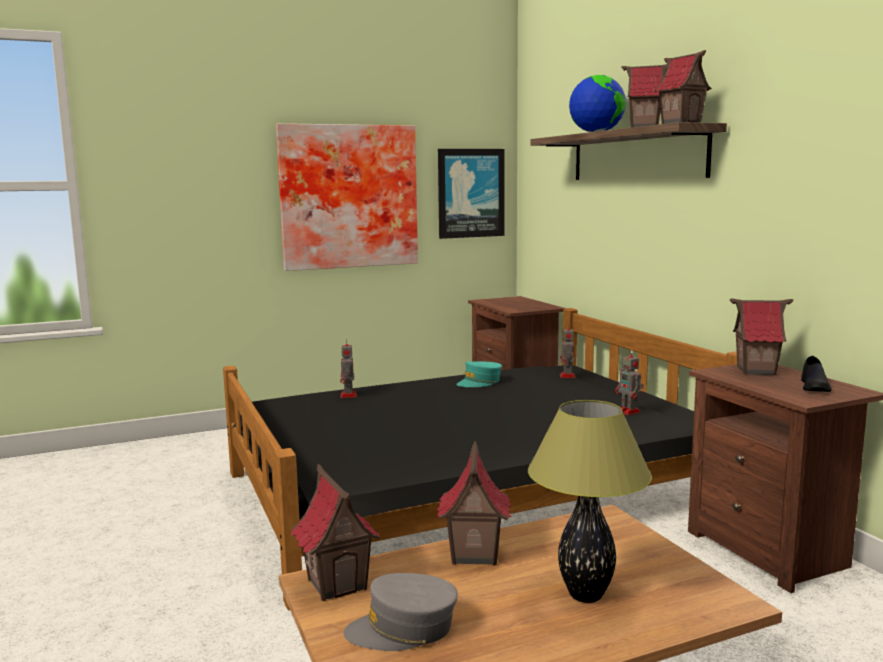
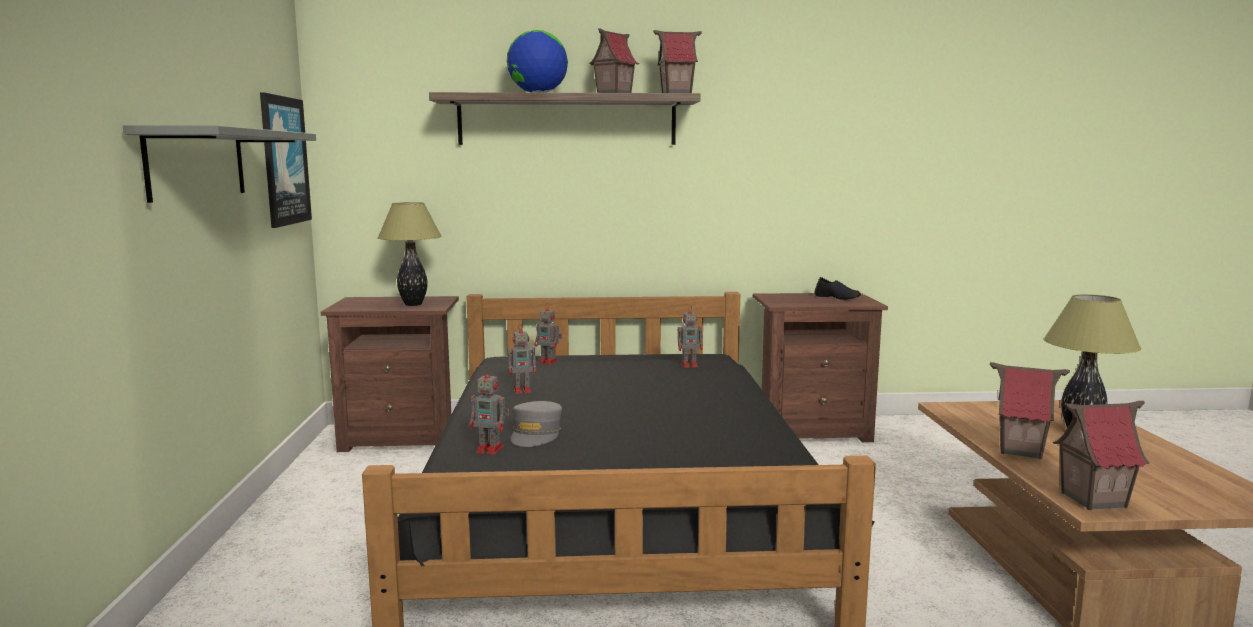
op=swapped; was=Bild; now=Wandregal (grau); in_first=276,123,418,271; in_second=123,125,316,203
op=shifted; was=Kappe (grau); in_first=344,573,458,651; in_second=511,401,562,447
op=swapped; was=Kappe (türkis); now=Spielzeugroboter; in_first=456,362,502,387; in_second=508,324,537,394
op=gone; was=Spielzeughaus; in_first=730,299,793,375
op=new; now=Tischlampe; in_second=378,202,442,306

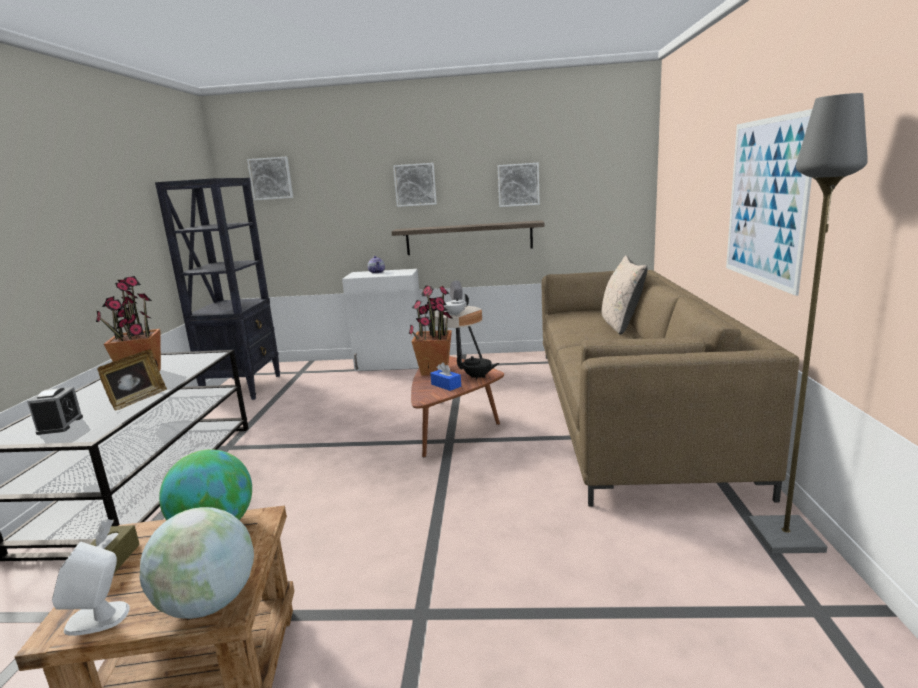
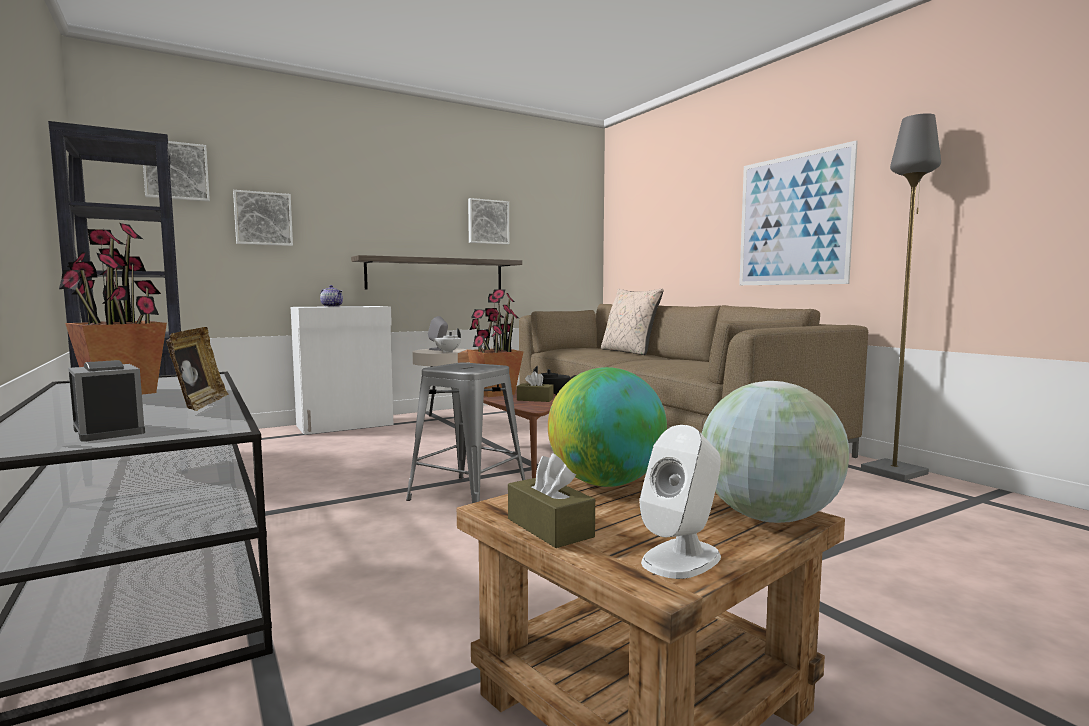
op=shifted; was=Bild; in_first=393,163,437,207; in_second=233,190,293,246
op=repainted; was=Taschentuchbox (blau); now=Taschentuchbox (braun); in_first=430,362,461,391; in_second=517,371,554,402
op=new; now=Hocker (grau); in_second=406,363,525,503

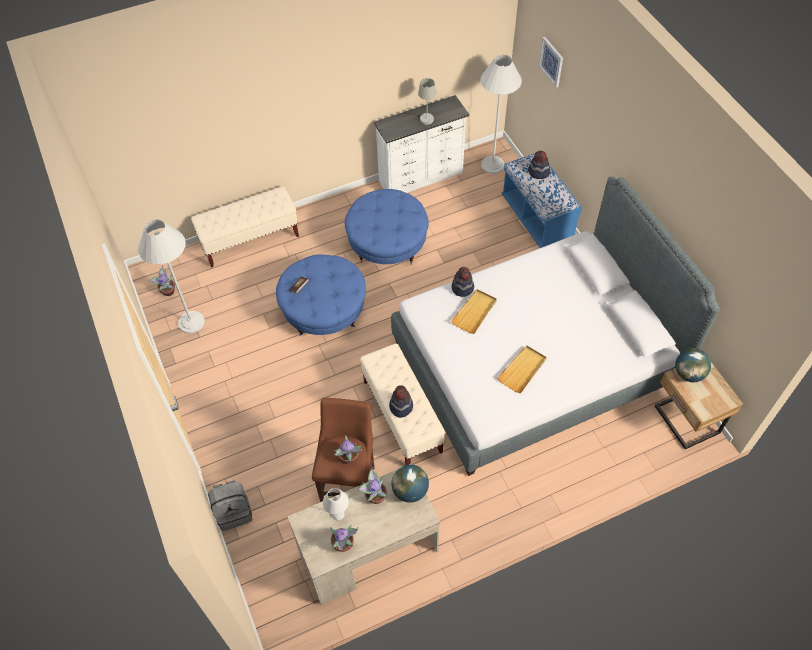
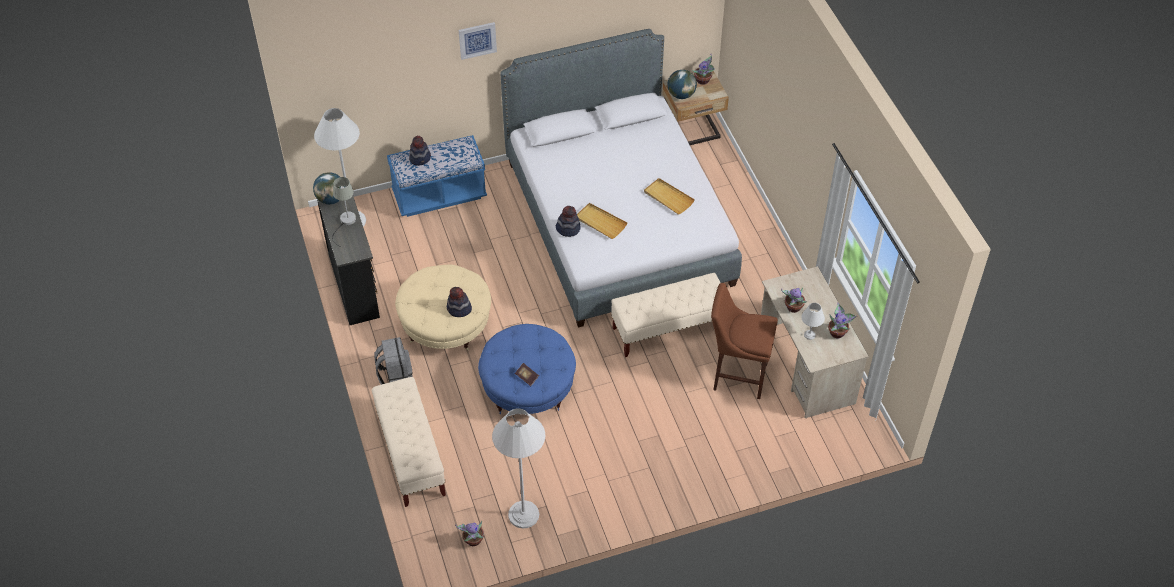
op=shifted; was=Rucksack (grau); in_first=208,480,253,531; in_second=374,337,412,385
op=shifted; was=Topfpflanze; in_first=334,435,362,464; in_second=692,54,715,85
op=repainted; was=Polsterhocker (blau); now=Polsterhocker (beige); in_first=345,189,429,265; in_second=395,265,491,350
op=repainted; was=Kommode (weiß); now=Kommode (schwarz); in_first=374,95,469,193; in_second=317,186,380,325
op=shifted; was=Hut; in_first=389,385,413,418; in_second=447,287,472,317
op=shifted; was=Globus; in_first=392,465,429,503; in_second=313,172,345,204
op=shifted; was=Bild; in_first=539,37,563,87; in_second=459,22,497,60

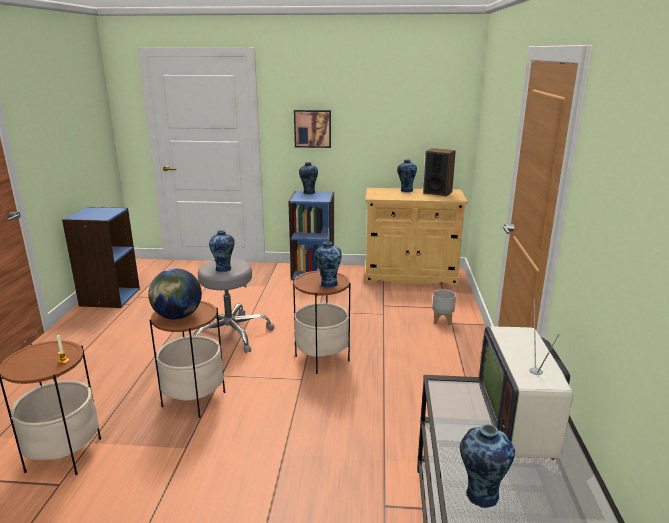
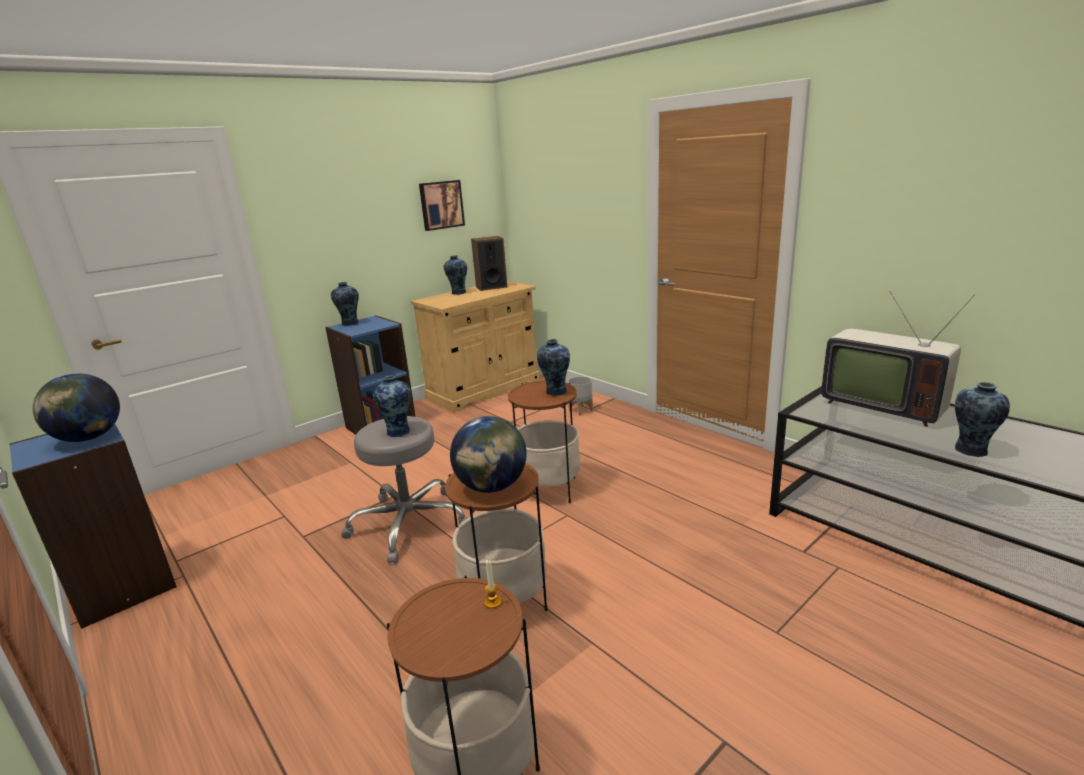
op=shifted; was=Bild; in_first=294,110,331,148; in_second=419,180,465,231
op=new; now=Globus; in_second=33,373,120,442

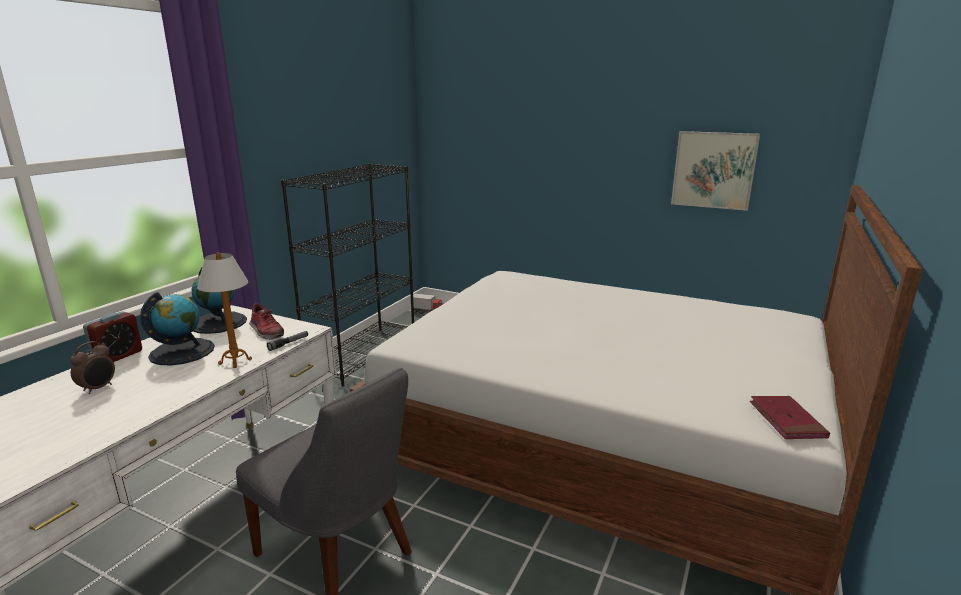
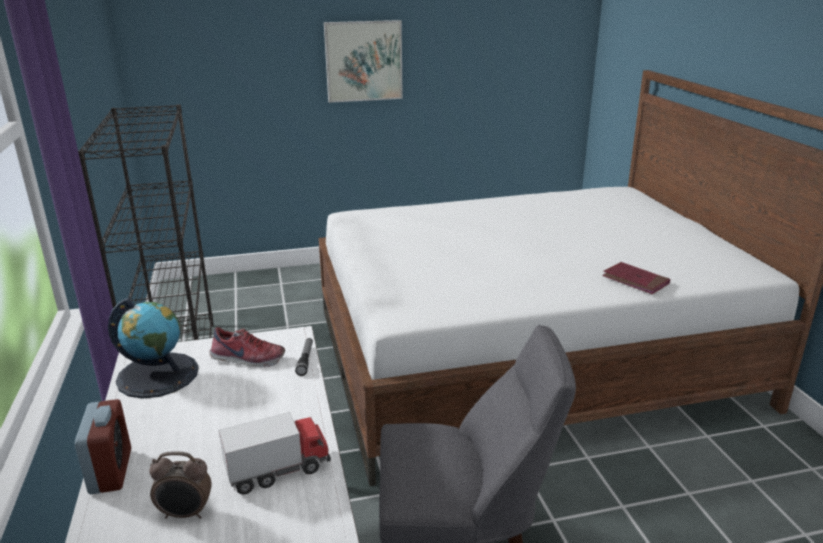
op=rotated; was=Wecker; in_first=70,341,115,394; in_second=149,452,212,519; clockwise=105
op=gone; was=Globus; in_first=140,292,215,365
op=gone; was=Tischlampe; in_first=197,252,252,368
op=shifted; was=Spielzeuglaster; in_first=410,293,443,314; in_second=219,412,331,495
op=shifted; was=Bild; in_first=671,131,760,211; in_second=324,20,403,103
op=shifted; was=Buch (rot); in_first=750,396,830,439; in_second=602,262,671,294

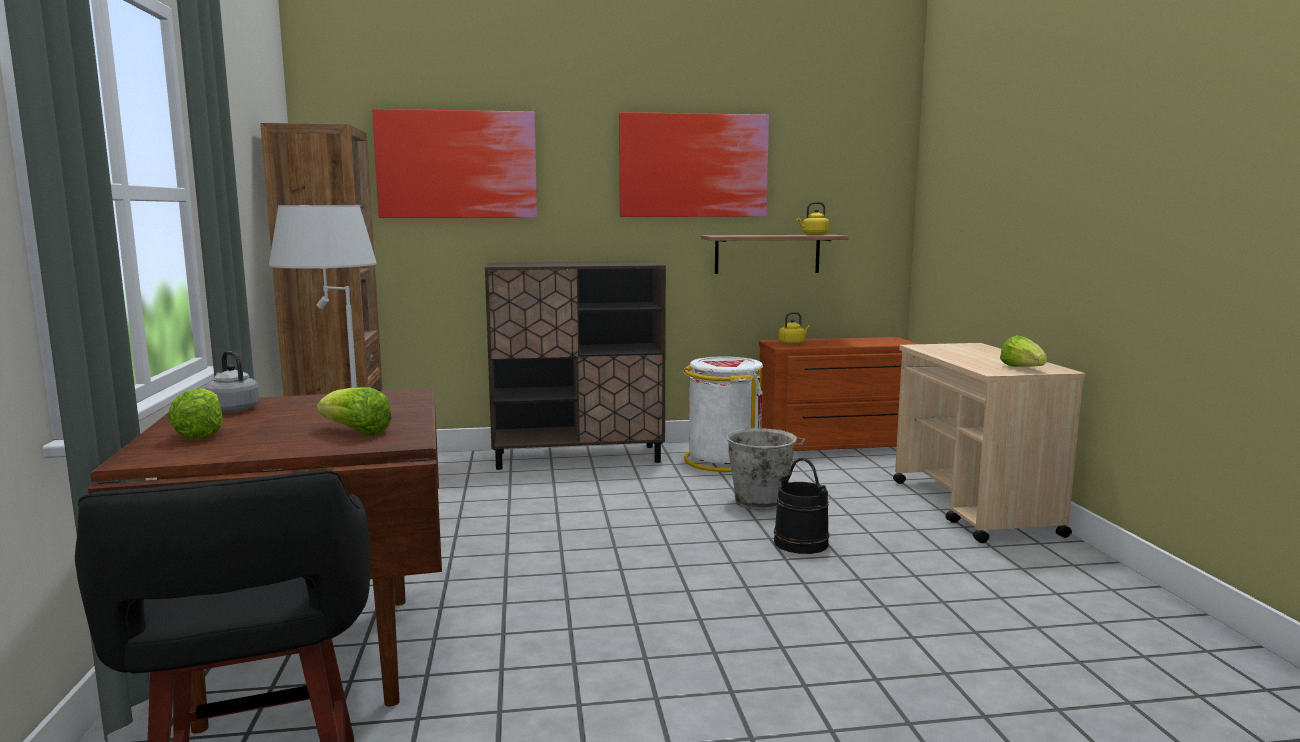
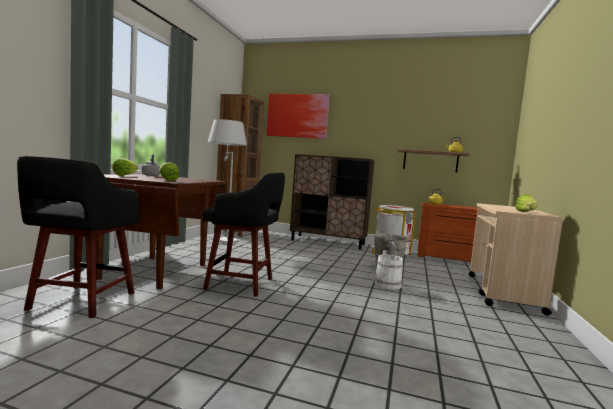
op=gone; was=Bild; in_first=619,112,769,217
op=repainted; was=Eimer (schwarz); now=Eimer (weiß); in_first=774,458,829,554; in_second=374,242,403,290
op=new; now=Hocker (schwarz); in_second=203,173,285,297

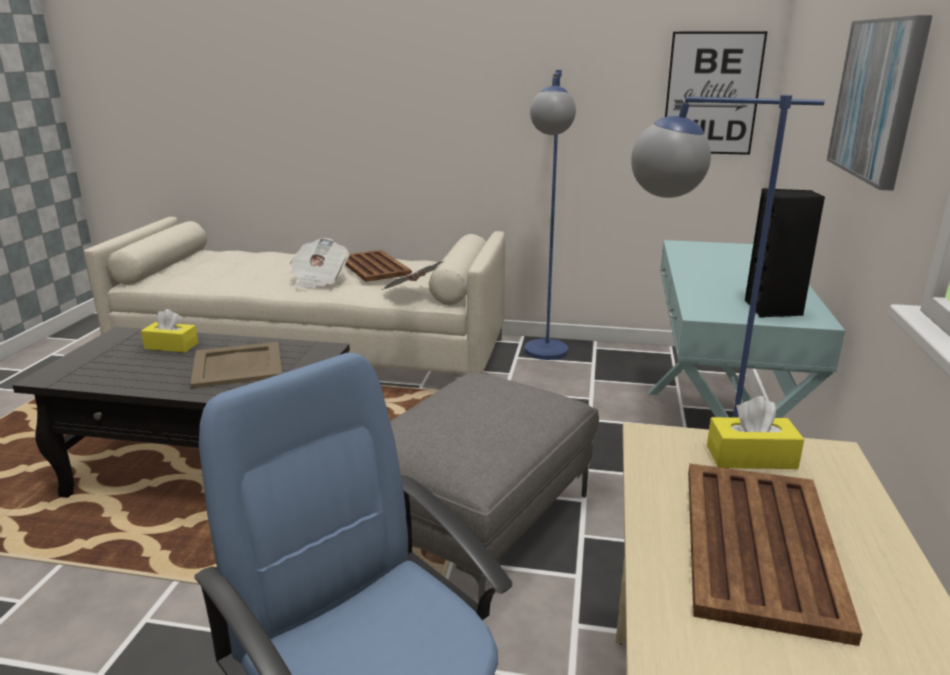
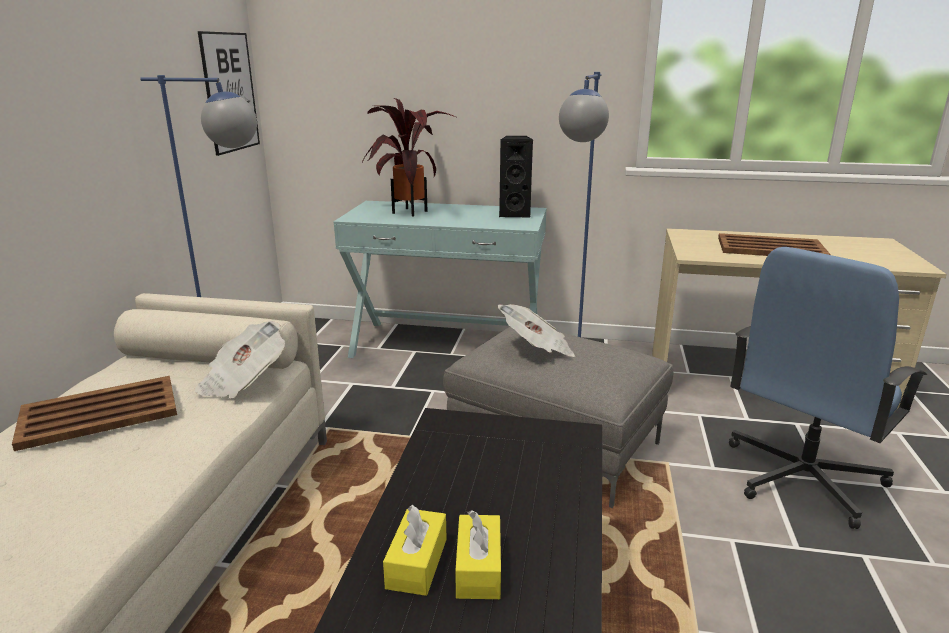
op=gone; was=Tablett (beige); in_first=191,342,282,389
op=shifted; was=Zeitung; in_first=290,238,349,289; in_second=498,304,575,357
op=shifted; was=Taschentuchbox (gelb); in_first=707,396,804,469; in_second=455,510,501,599
op=gone; was=Bild; in_first=827,15,933,190
op=new; now=Topfpflanze; in_second=362,98,456,217

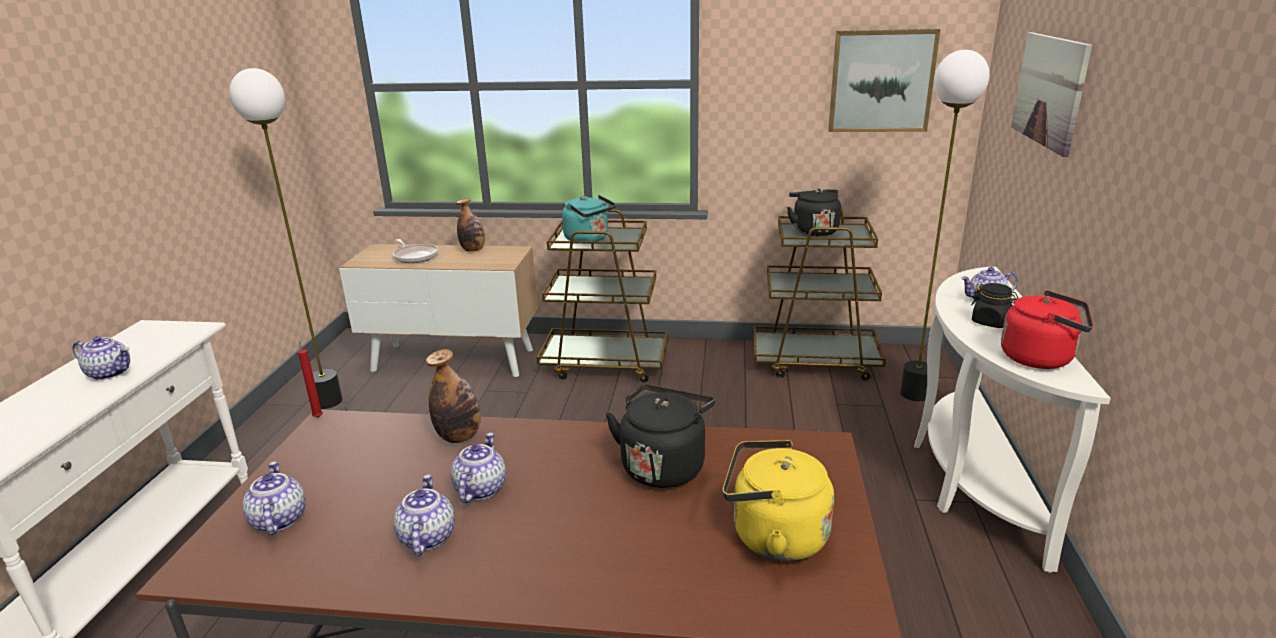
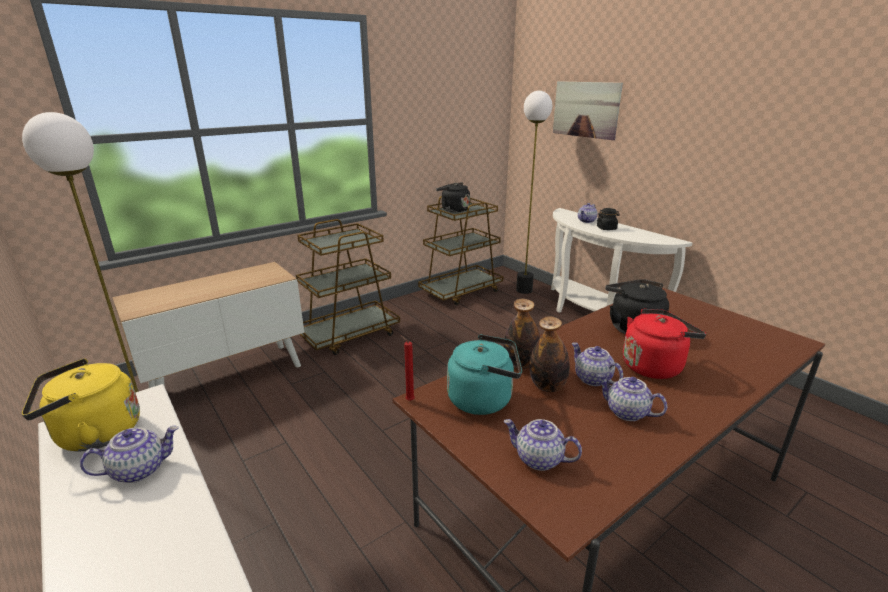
op=gone; was=Pfanne; in_first=393,239,438,263
op=shifted; was=Flasche; in_first=456,198,485,252; in_second=530,316,570,392
op=shifted; was=Wasserkessel (türkis); in_first=562,195,616,241; in_second=447,334,522,415
op=shifted; was=Wasserkessel (gelb); in_first=723,440,834,561; in_second=22,359,140,452
op=gone; was=Bild; in_first=828,29,941,132
op=shifted; was=Wasserkessel (rot); in_first=1001,290,1093,369; in_second=623,309,706,379

